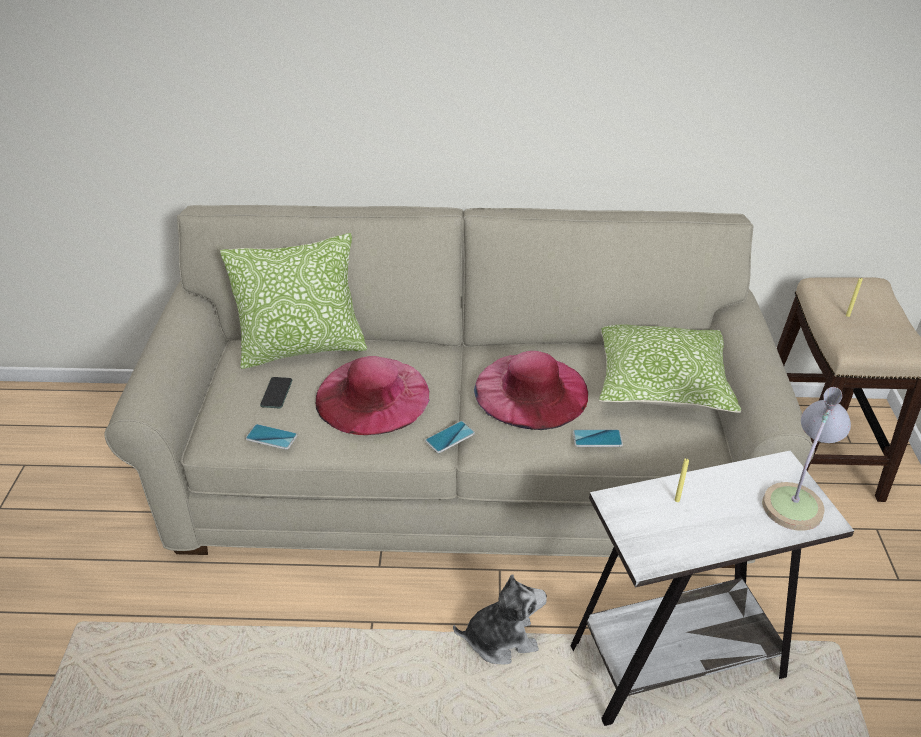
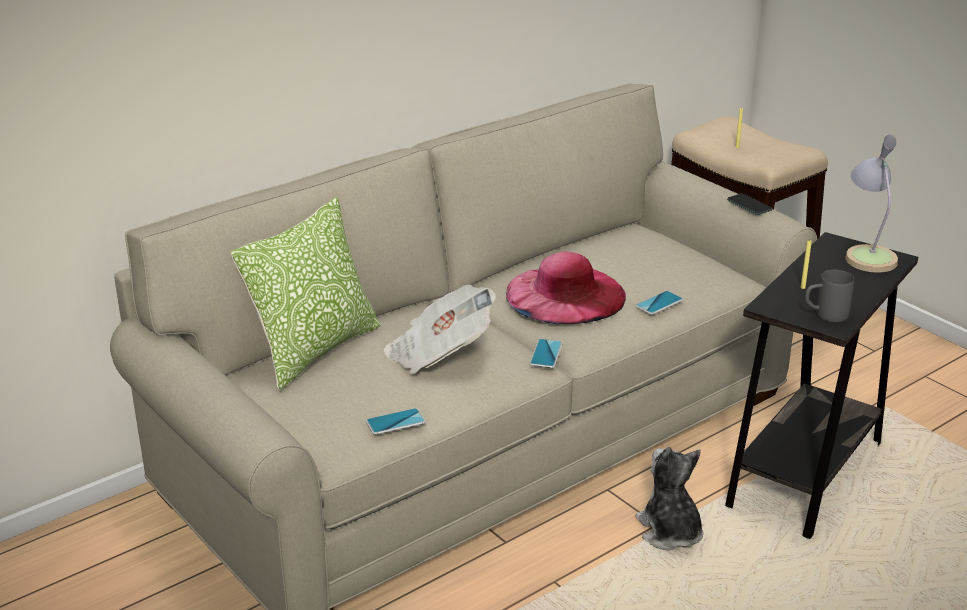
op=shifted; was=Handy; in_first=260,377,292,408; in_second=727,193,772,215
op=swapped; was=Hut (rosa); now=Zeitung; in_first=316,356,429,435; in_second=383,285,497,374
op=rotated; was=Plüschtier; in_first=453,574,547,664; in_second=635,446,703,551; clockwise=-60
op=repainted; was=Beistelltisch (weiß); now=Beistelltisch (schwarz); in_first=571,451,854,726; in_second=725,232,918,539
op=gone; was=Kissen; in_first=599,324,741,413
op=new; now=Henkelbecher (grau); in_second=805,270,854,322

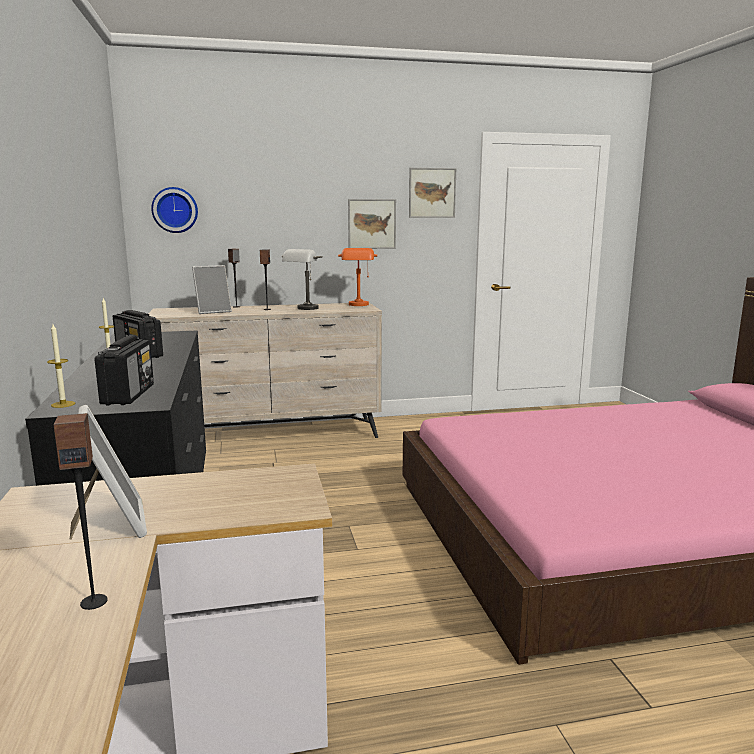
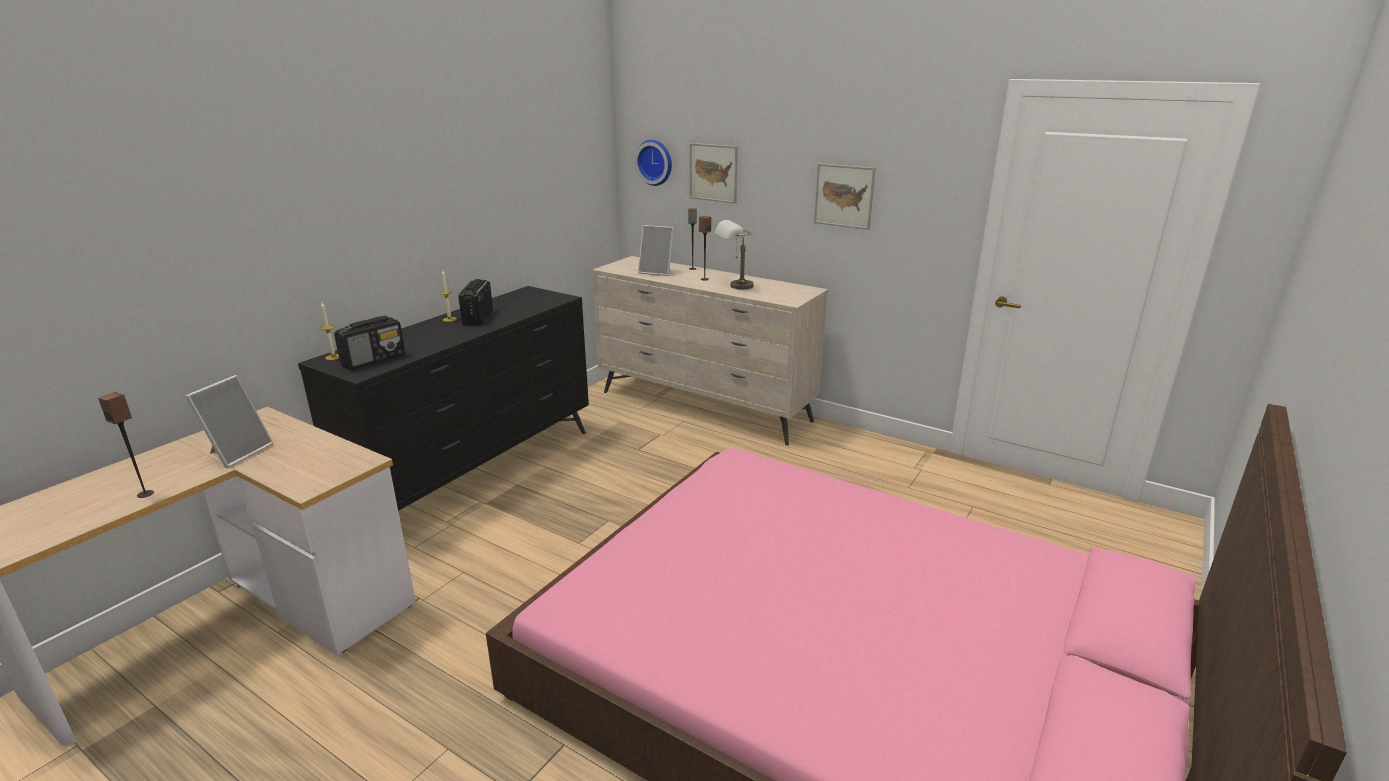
op=gone; was=Tischlampe (orange); in_first=338,248,377,306
op=shifted; was=Bild; in_first=409,168,456,218; in_second=690,143,738,203

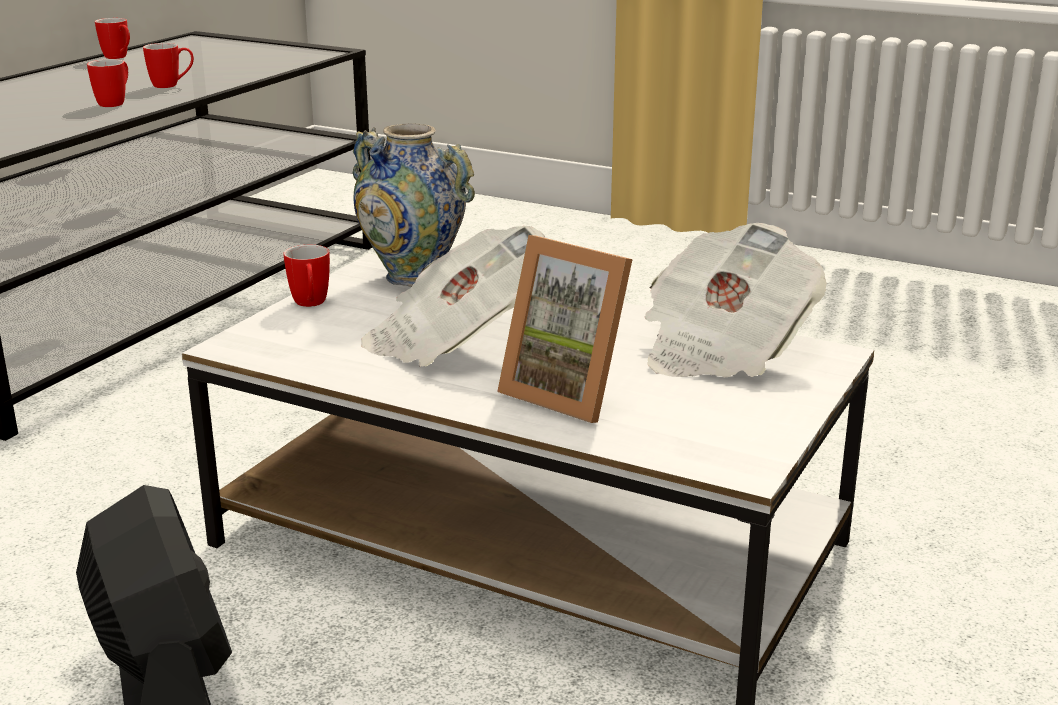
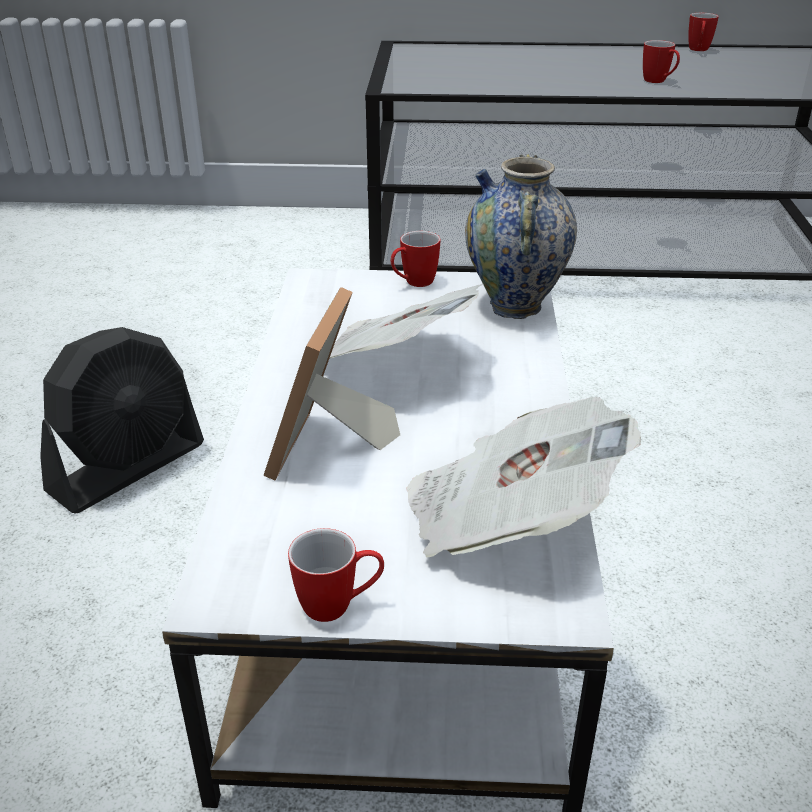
op=shifted; was=Henkelbecher; in_first=87,59,128,107; in_second=288,528,384,622

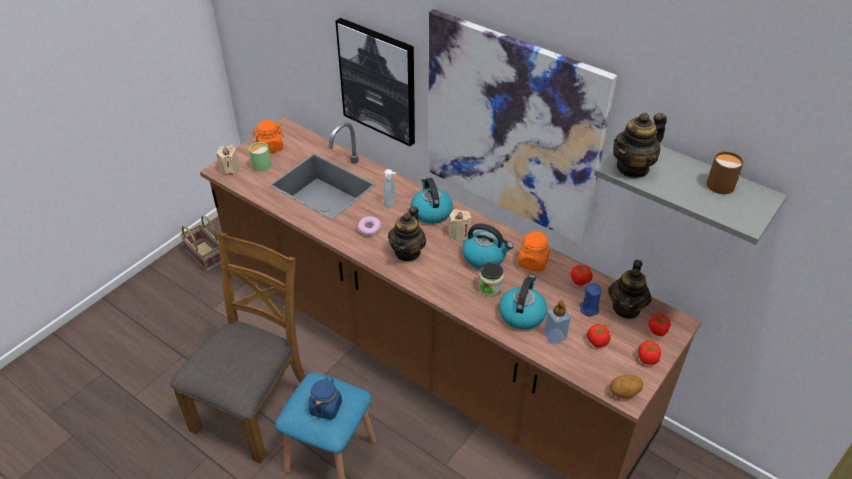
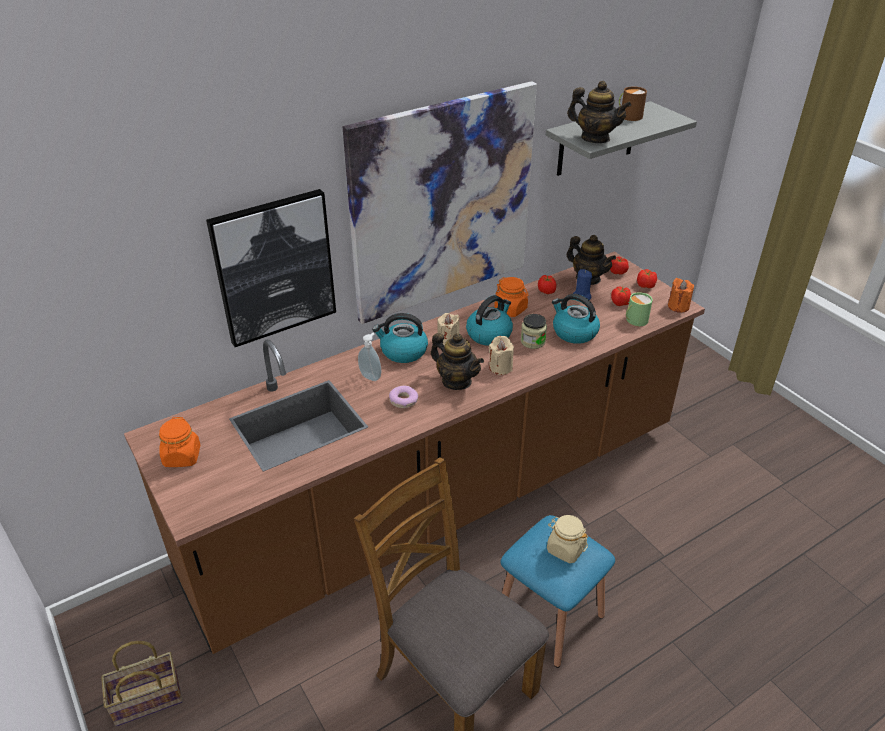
op=shifted; was=Kerze (beige); in_first=217,145,240,175; in_second=489,336,514,375
op=shifted; was=Henkelbecher (grün); in_first=249,142,271,172; in_second=626,292,653,326
op=repainted; was=Vorratsglas (blau); now=Vorratsglas (beige); in_first=308,378,342,420; in_second=547,515,588,563
op=gone; was=Seifenspender; in_first=544,300,571,344
op=swapped; was=Kartoffel; now=Kerze (orange); in_first=610,375,643,399; in_second=668,278,694,313
op=rotated; was=Teekanne; in_first=613,113,667,179; in_second=567,81,631,143; clockwise=-45

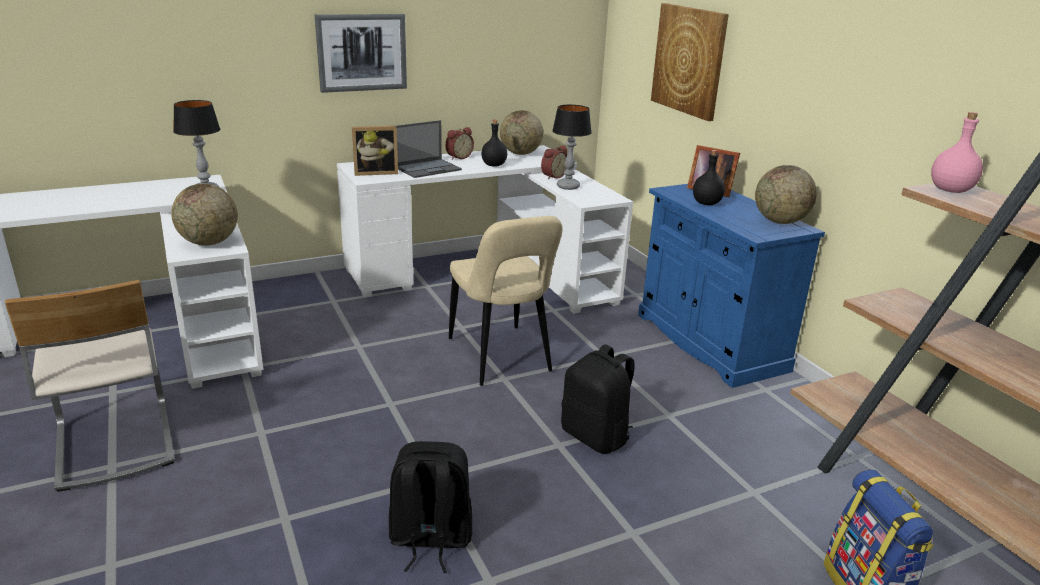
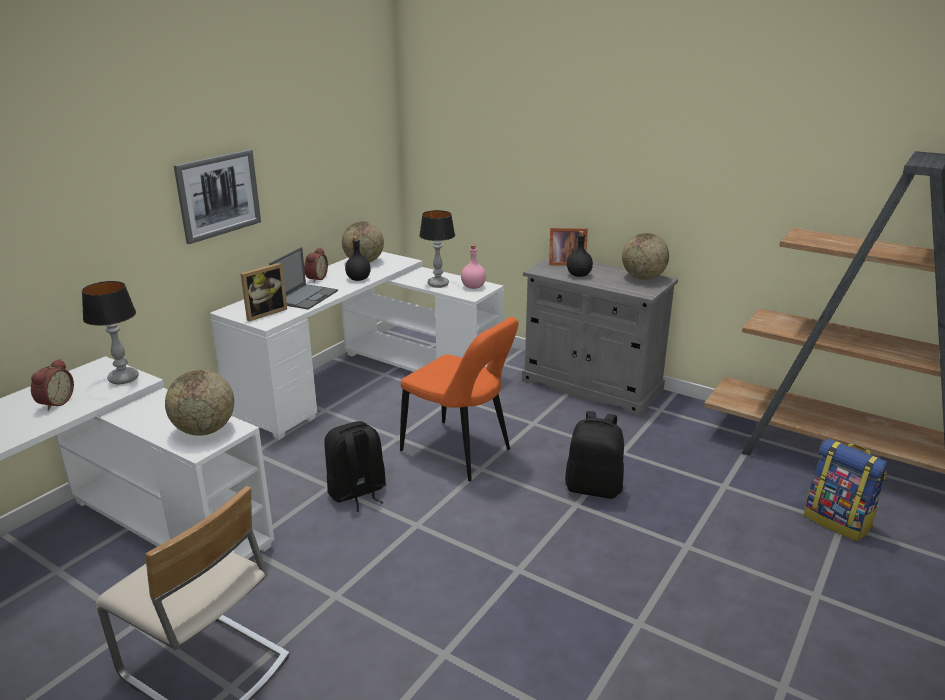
op=shifted; was=Rucksack (schwarz); in_first=389,441,472,573; in_second=324,421,386,512
op=repainted; was=Stuhl (beige); now=Stuhl (orange); in_first=449,216,562,386; in_second=400,317,518,482
op=shifted; was=Wecker; in_first=541,145,567,179; in_second=31,359,74,411
op=repainted; was=Schrank (blau); now=Schrank (grau); in_first=638,184,825,388; in_second=522,258,678,416
op=gone; was=Bild; in_first=651,3,729,121
op=shifted; was=Flasche (rosa); in_first=931,112,983,193; in_second=461,245,486,289

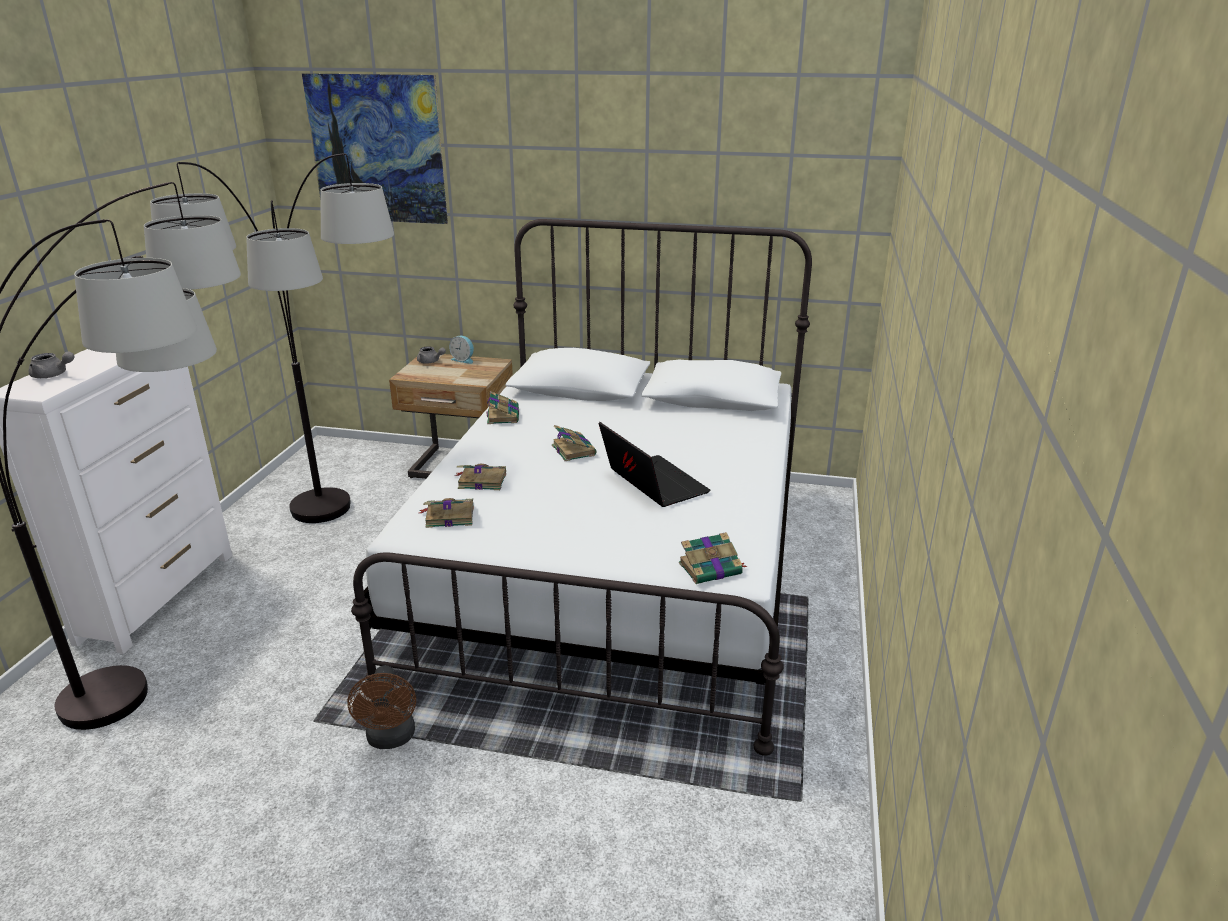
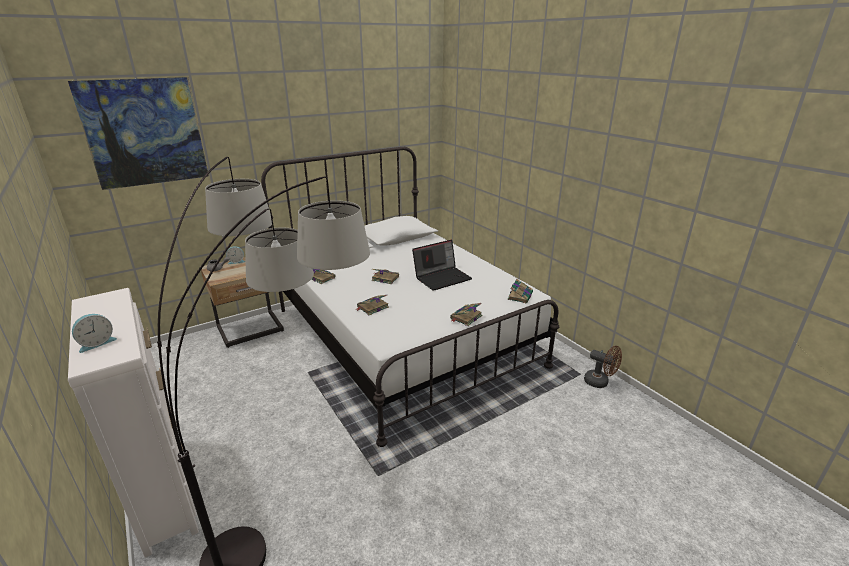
op=swapped; was=Teekanne (grau); now=Wecker; in_first=29,352,75,378; in_second=72,314,117,353
op=gone; was=Stehlampe; in_first=150,153,394,523
op=shifted; was=Ventilator (braun); in_first=347,665,416,749; in_second=584,346,622,388
op=shifted; was=Buch; in_first=419,498,474,528; in_second=450,303,483,326
op=rotated; was=Laptop; in_first=599,422,711,507; in_second=412,239,472,291; clockwise=135

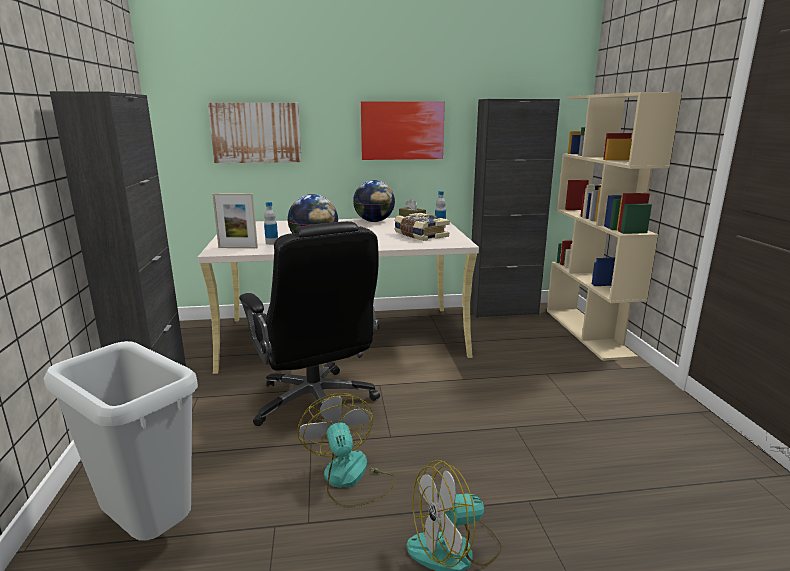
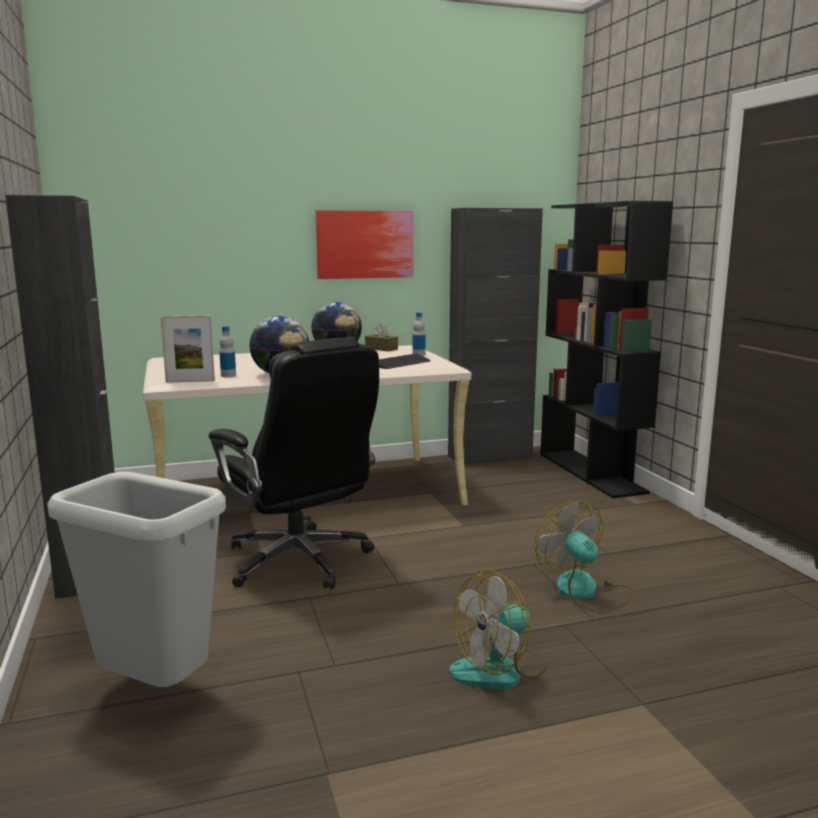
op=gone; was=Bild; in_first=208,103,302,163
op=shifted; was=Ventilator; in_first=297,393,396,508; in_second=534,501,633,613
op=swapped; was=Buch; now=Tastatur; in_first=394,213,450,241; in_second=379,353,431,369
op=repainted; was=Bücherregal (beige); now=Bücherregal (schwarz); in_first=547,92,682,361; in_second=540,201,673,498

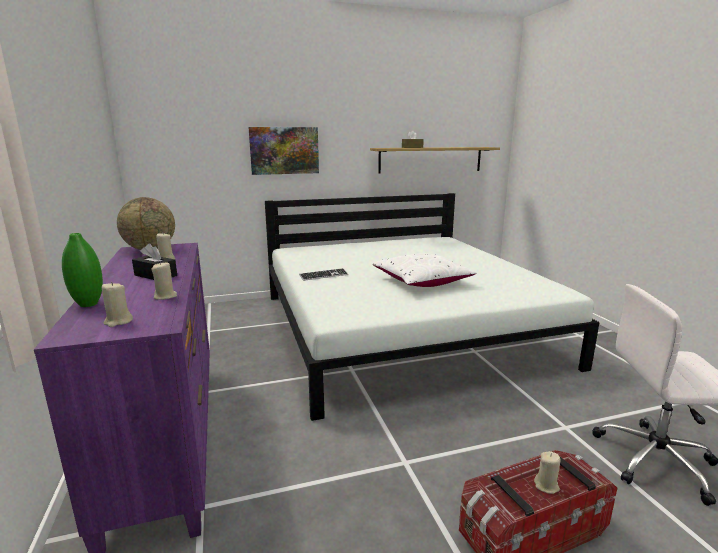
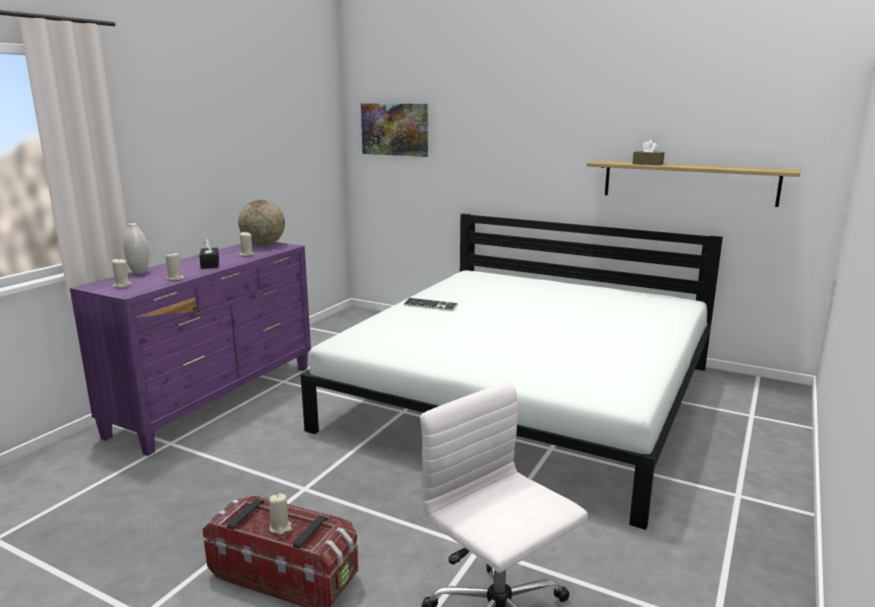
op=repainted; was=Vase (grün); now=Vase (weiß); in_first=62,233,103,307; in_second=124,223,149,274
op=shifted; was=Bild; in_first=249,127,319,175; in_second=361,103,428,157
op=gone; was=Kissen (weiß); in_first=373,253,477,287

